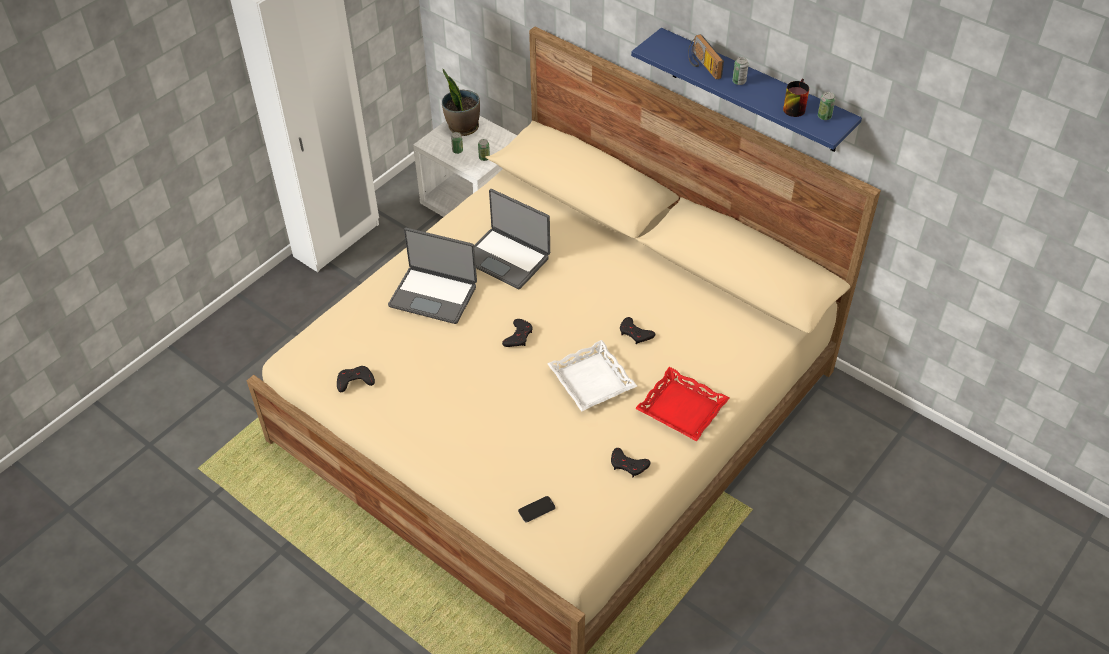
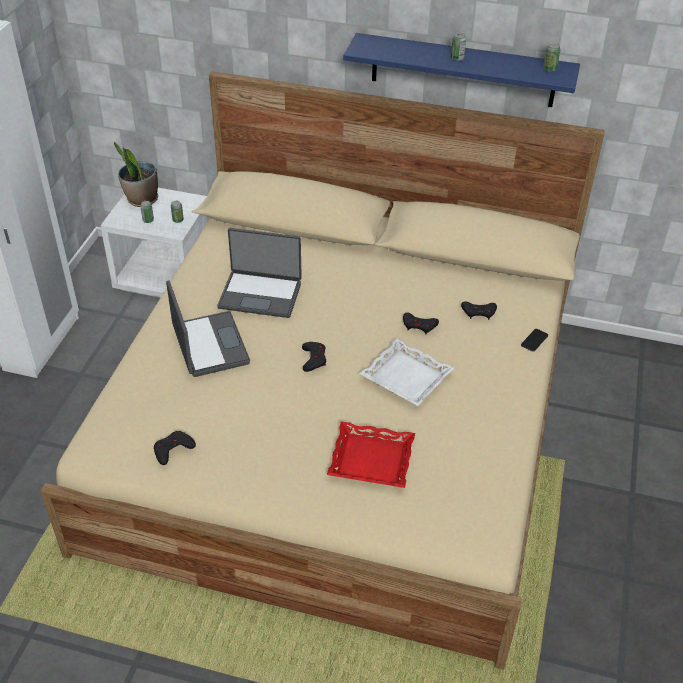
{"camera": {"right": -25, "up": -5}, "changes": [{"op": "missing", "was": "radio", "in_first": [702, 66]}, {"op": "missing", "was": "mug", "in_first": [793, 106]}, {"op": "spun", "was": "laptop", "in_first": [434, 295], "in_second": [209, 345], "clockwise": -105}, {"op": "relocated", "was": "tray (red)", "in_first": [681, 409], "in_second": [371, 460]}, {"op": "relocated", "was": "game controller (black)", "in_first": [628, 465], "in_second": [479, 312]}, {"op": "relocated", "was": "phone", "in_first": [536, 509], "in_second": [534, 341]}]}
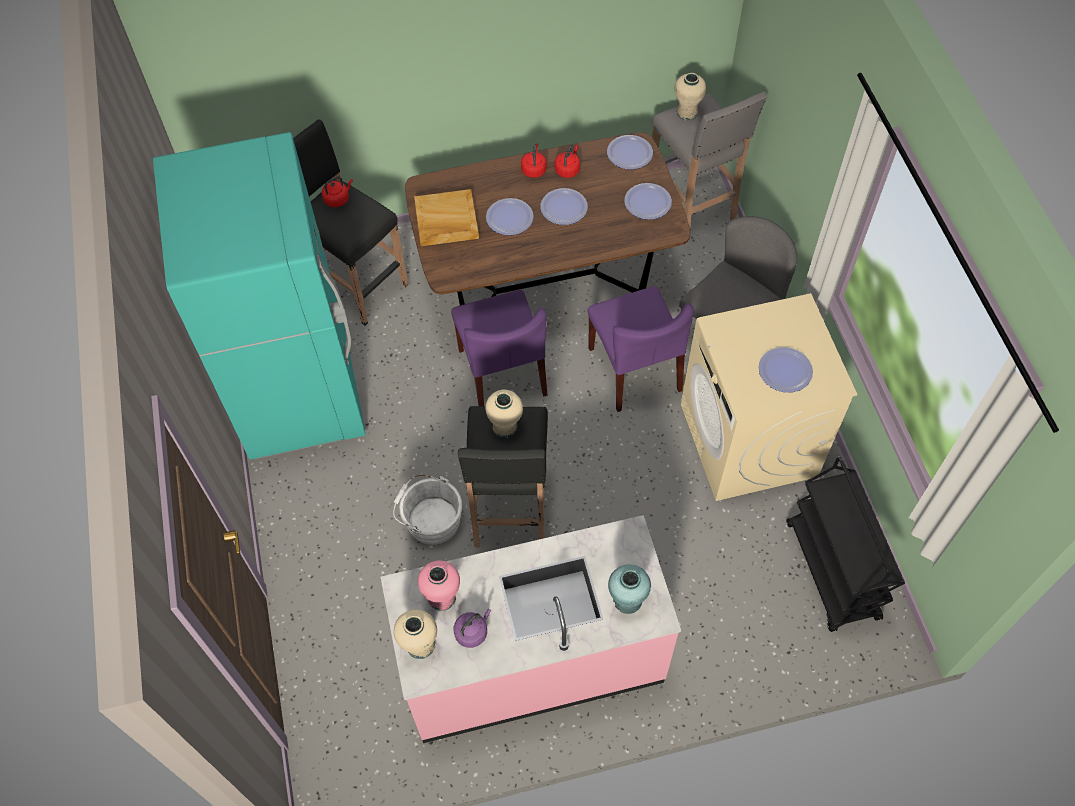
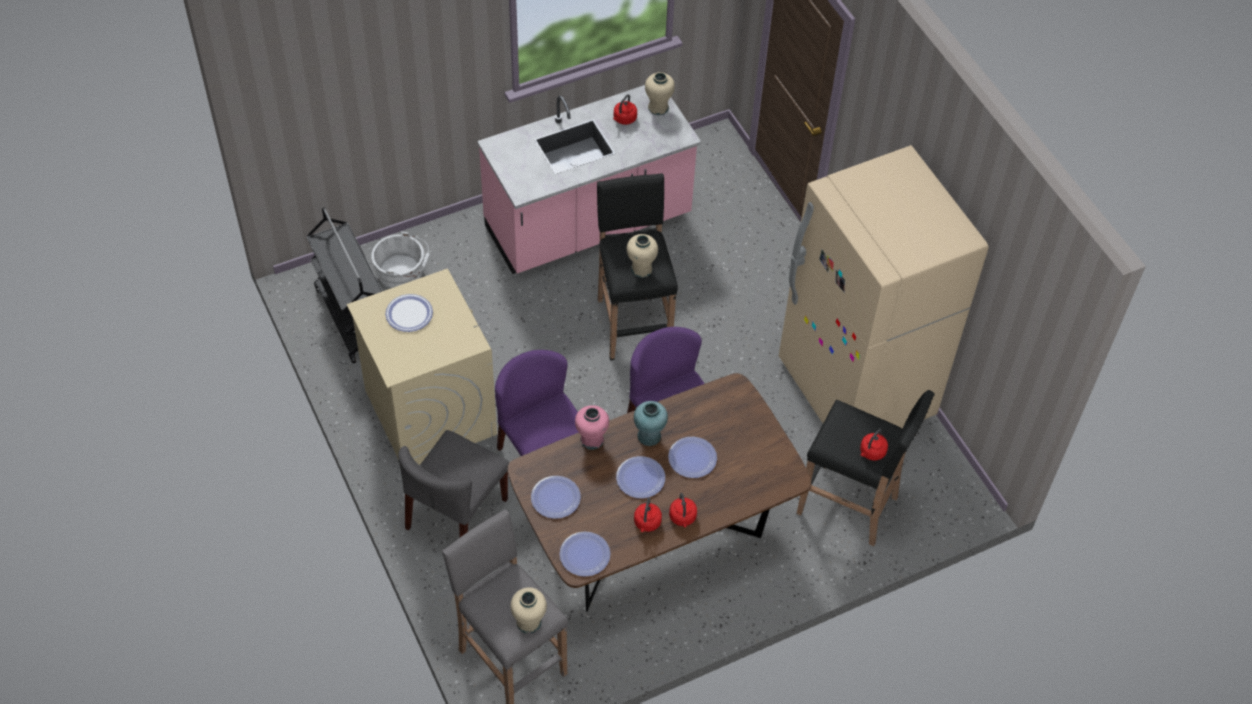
{"camera": {"right": 165, "up": -5}, "changes": [{"op": "colour", "was": "fridge (turquoise)", "now": "fridge (beige)", "in_first": [299, 393], "in_second": [855, 390]}, {"op": "missing", "was": "tray (beige)", "in_first": [446, 220]}, {"op": "relocated", "was": "bucket (white)", "in_first": [430, 519], "in_second": [403, 273]}, {"op": "relocated", "was": "vase (pink)", "in_first": [441, 597], "in_second": [592, 440]}, {"op": "relocated", "was": "vase (turquoise)", "in_first": [627, 601], "in_second": [649, 436]}, {"op": "colour", "was": "kettle (purple)", "now": "kettle (red)", "in_first": [472, 632], "in_second": [624, 119]}]}
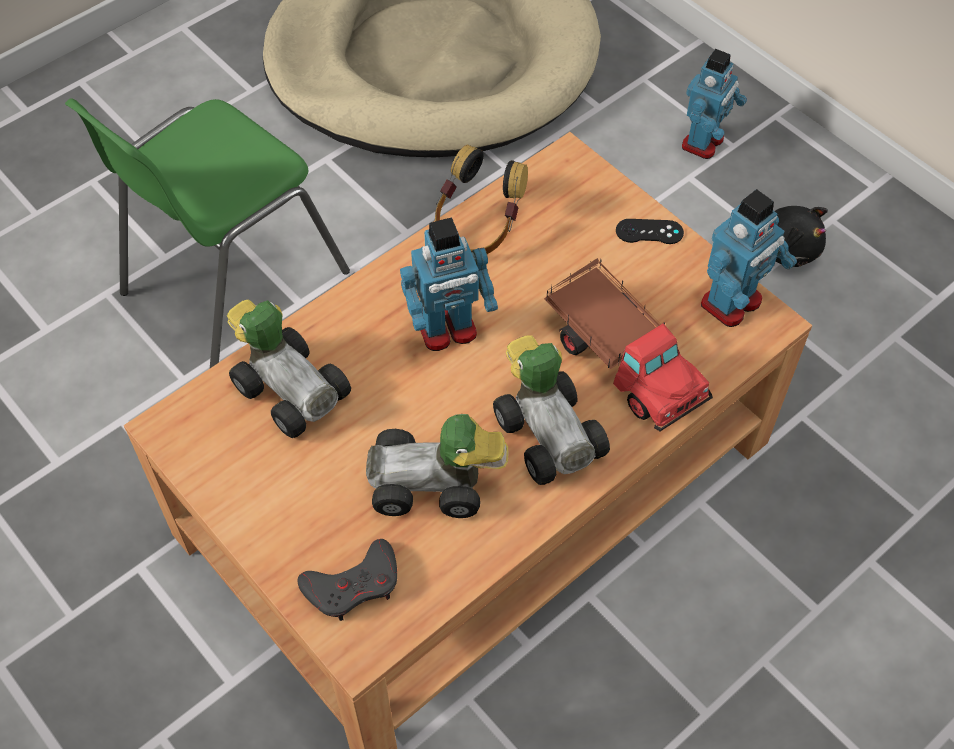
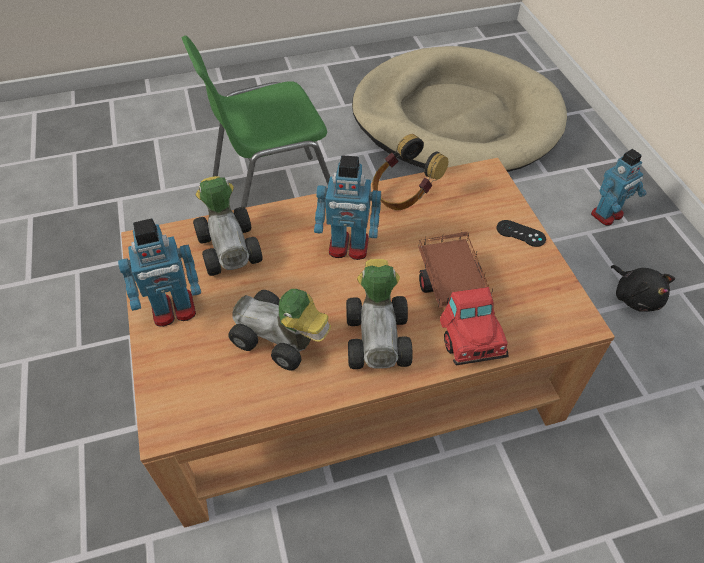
{"camera": {"right": 25, "up": -5}, "changes": [{"op": "relocated", "was": "toy robot", "in_first": [732, 303], "in_second": [174, 310]}, {"op": "missing", "was": "game controller (grey)", "in_first": [353, 585]}]}
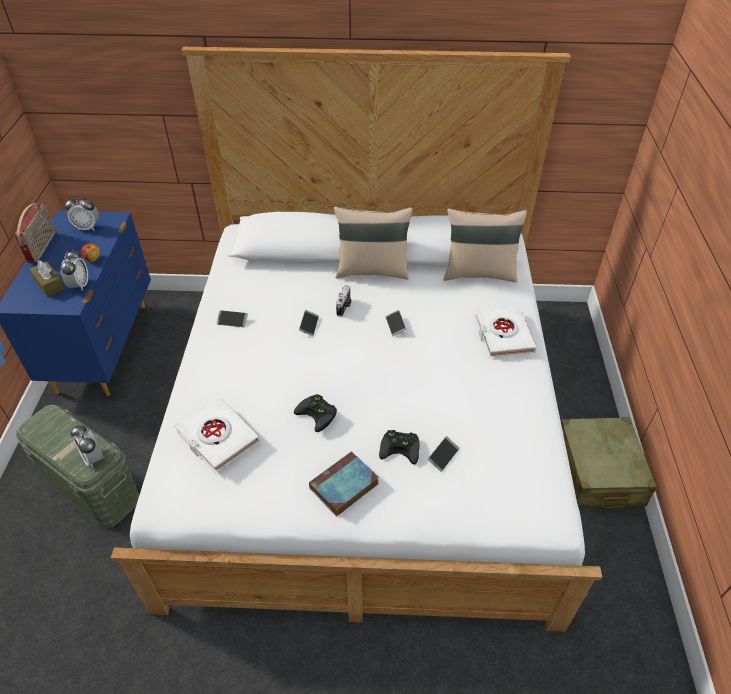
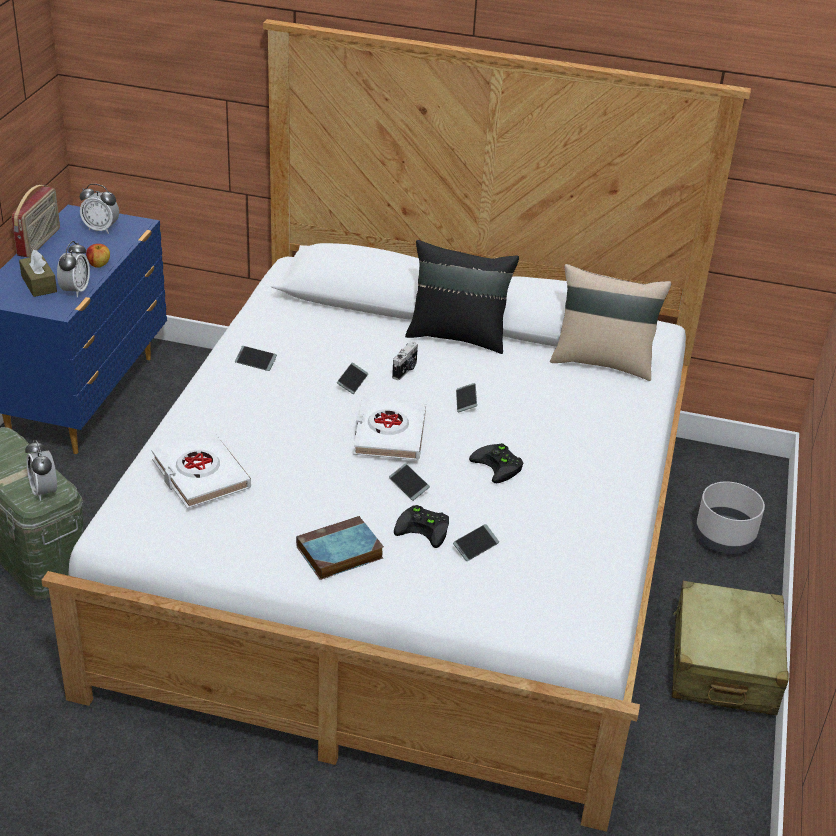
{"camera": {"right": 10, "up": -10}, "changes": [{"op": "colour", "was": "pillow (beige)", "now": "pillow (black)", "in_first": [372, 270], "in_second": [457, 336]}, {"op": "relocated", "was": "book (white)", "in_first": [503, 334], "in_second": [389, 434]}, {"op": "relocated", "was": "game controller (black)", "in_first": [318, 414], "in_second": [500, 466]}, {"op": "appeared", "now": "phone", "in_second": [408, 486]}, {"op": "appeared", "now": "planter (grey)", "in_second": [725, 538]}]}
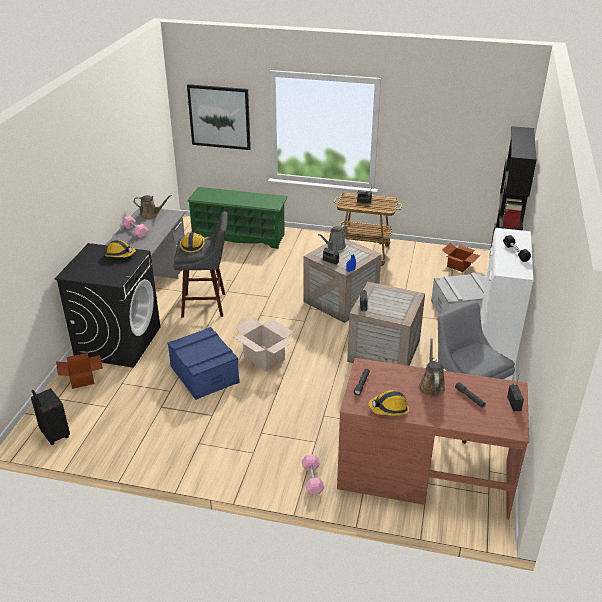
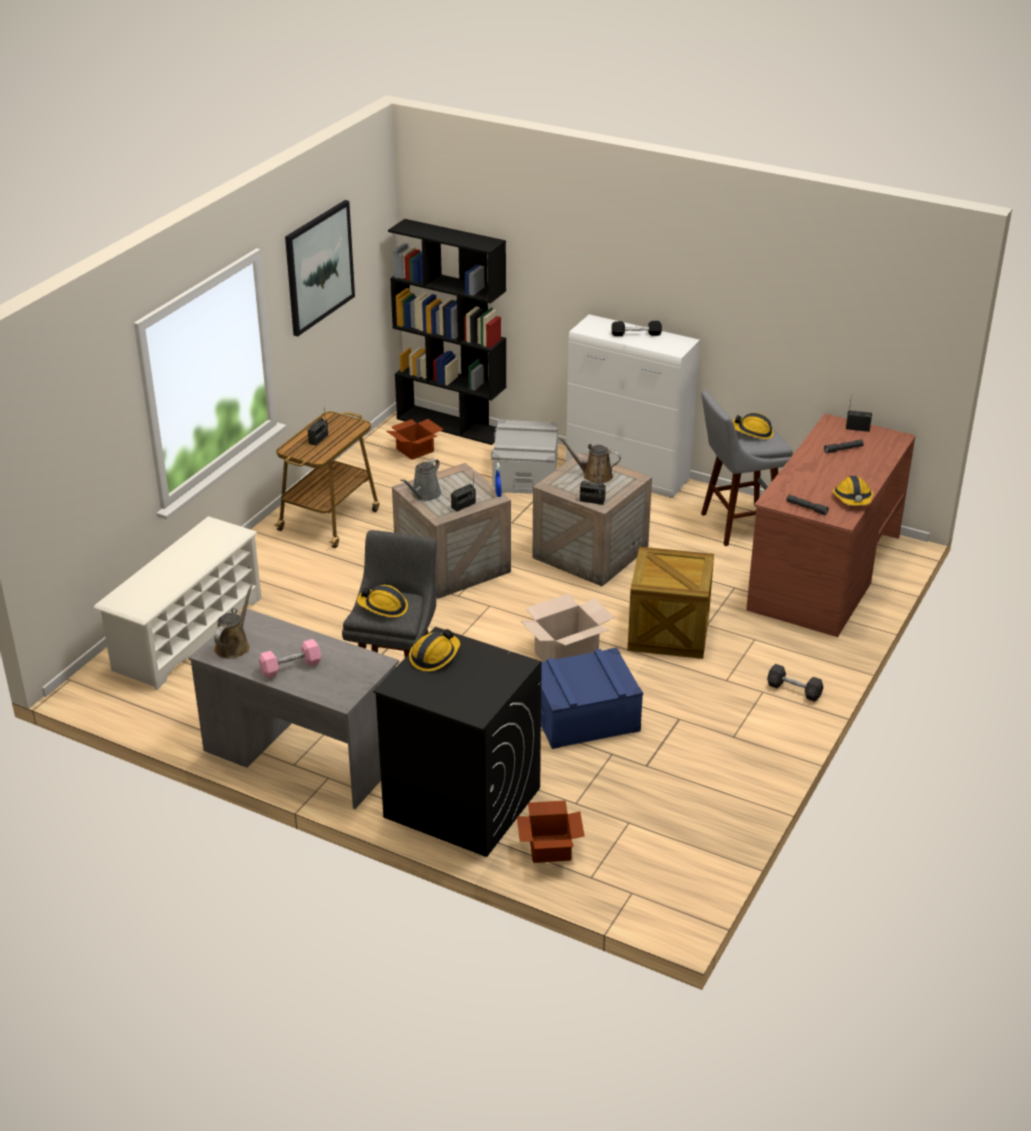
{"camera": {"right": -75, "up": 0}, "changes": [{"op": "relocated", "was": "picture", "in_first": [219, 117], "in_second": [319, 267]}, {"op": "colour", "was": "shoe rack (green)", "now": "shoe rack (white)", "in_first": [239, 236], "in_second": [187, 634]}, {"op": "spun", "was": "watering can (grey)", "in_first": [335, 247], "in_second": [424, 495], "clockwise": 60}, {"op": "relocated", "was": "watering can (brown)", "in_first": [431, 385], "in_second": [594, 475]}, {"op": "missing", "was": "suitcase (black)", "in_first": [54, 435]}, {"op": "missing", "was": "dumbbell (pink)", "in_first": [312, 479]}, {"op": "appeared", "now": "hard hat", "in_second": [752, 432]}, {"op": "appeared", "now": "crate", "in_second": [668, 632]}, {"op": "appeared", "now": "dumbbell (grey)", "in_second": [794, 690]}]}
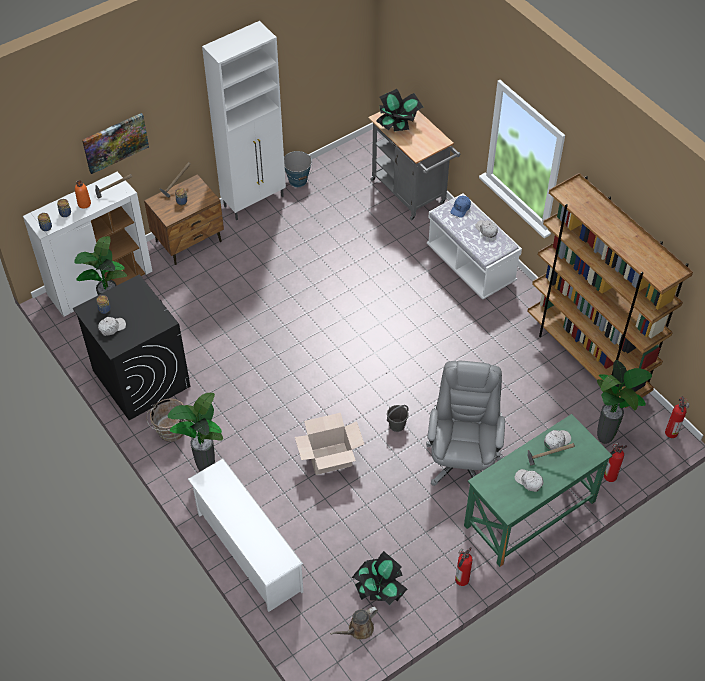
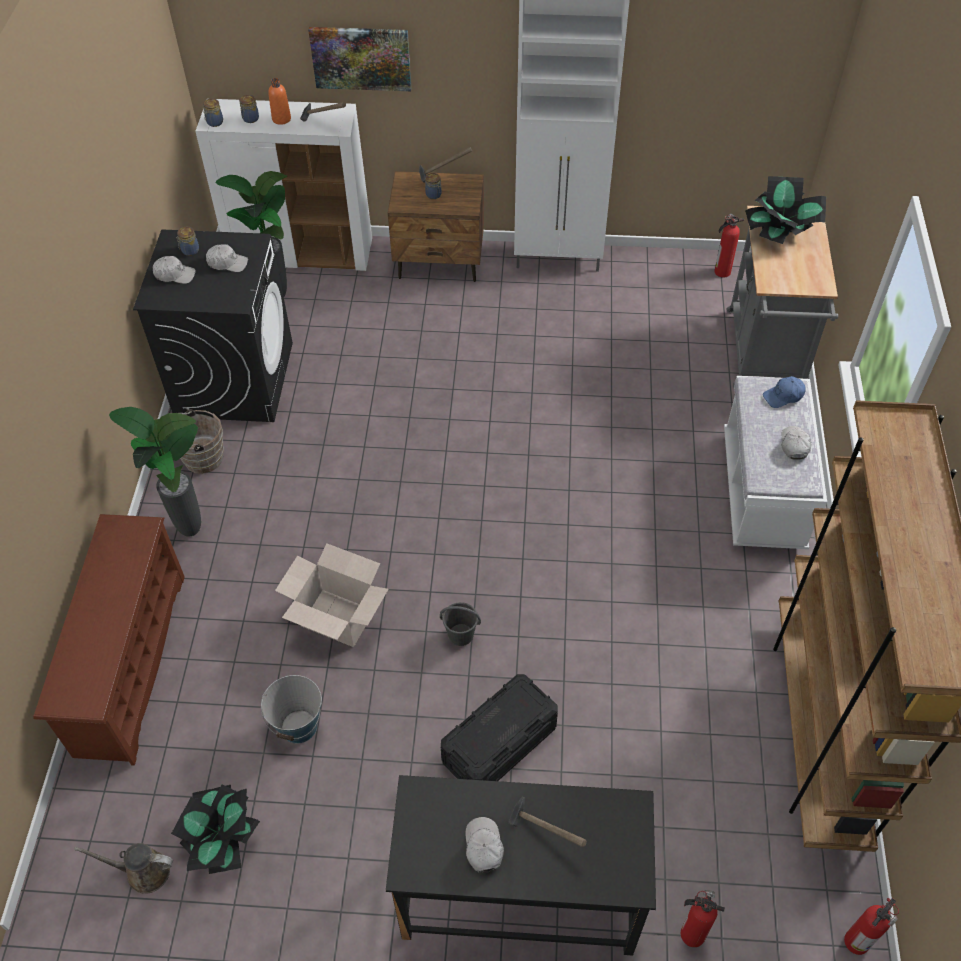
{"camera": {"right": 40, "up": 0}, "changes": [{"op": "relocated", "was": "bucket", "in_first": [298, 180], "in_second": [299, 726]}, {"op": "exchanged", "was": "office chair (grey)", "now": "storage box (black)", "in_first": [462, 460], "in_second": [499, 744]}, {"op": "missing", "was": "potted plant", "in_first": [605, 440]}, {"op": "colour", "was": "desk (green)", "now": "desk (black)", "in_first": [530, 514], "in_second": [519, 896]}, {"op": "relocated", "was": "cap (white)", "in_first": [556, 441], "in_second": [227, 263]}, {"op": "colour", "was": "shoe rack (white)", "now": "shoe rack (brown)", "in_first": [247, 552], "in_second": [129, 663]}, {"op": "relocated", "was": "fire extinguisher", "in_first": [461, 580], "in_second": [721, 272]}]}
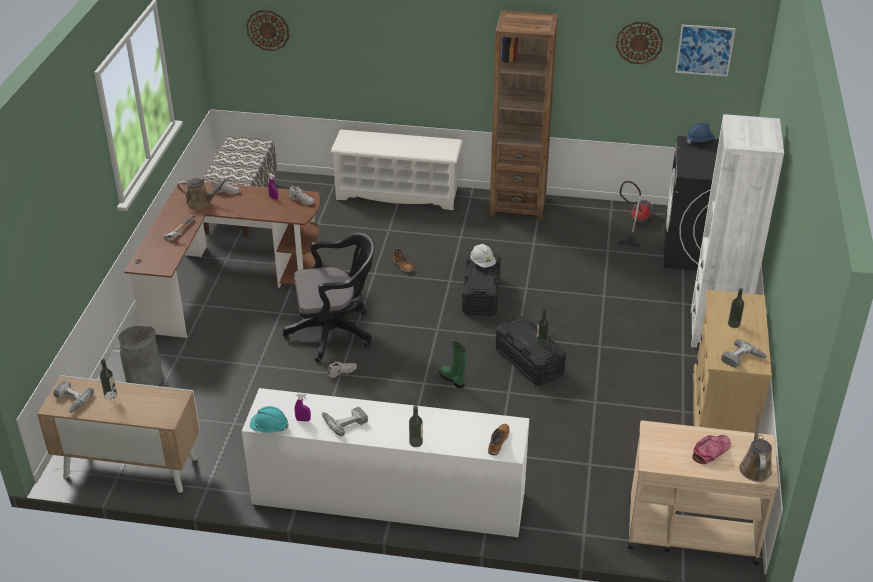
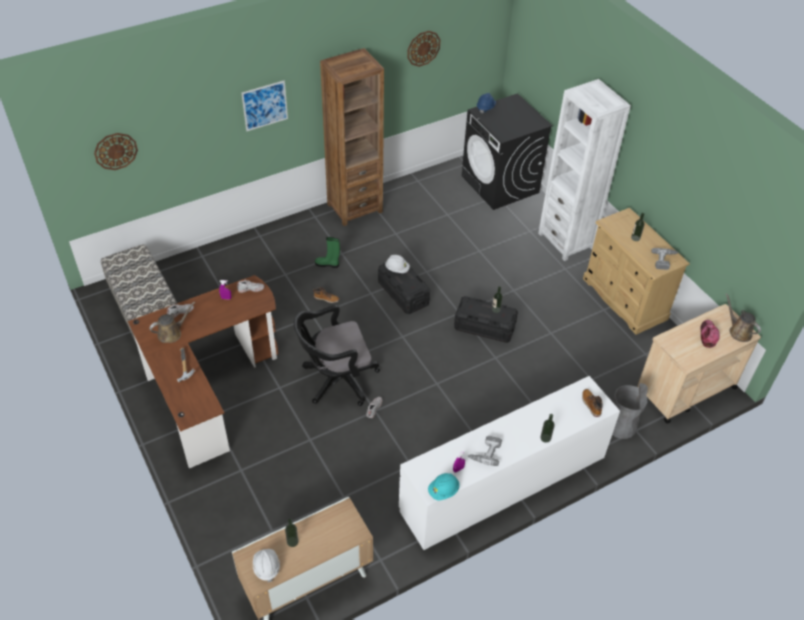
{"camera": {"right": -40, "up": 10}, "changes": [{"op": "relocated", "was": "picture", "in_first": [704, 50], "in_second": [265, 105]}, {"op": "missing", "was": "shoe rack (white)", "in_first": [398, 193]}, {"op": "missing", "was": "vacuum cleaner", "in_first": [636, 224]}, {"op": "spun", "was": "office chair (black)", "in_first": [335, 332], "in_second": [336, 380], "clockwise": -150}, {"op": "relocated", "was": "trash can (grey)", "in_first": [144, 379], "in_second": [621, 425]}, {"op": "relocated", "was": "boot (green)", "in_first": [453, 379], "in_second": [327, 264]}, {"op": "exchanged", "was": "power drill", "now": "hard hat (white)", "in_first": [70, 400], "in_second": [266, 567]}]}
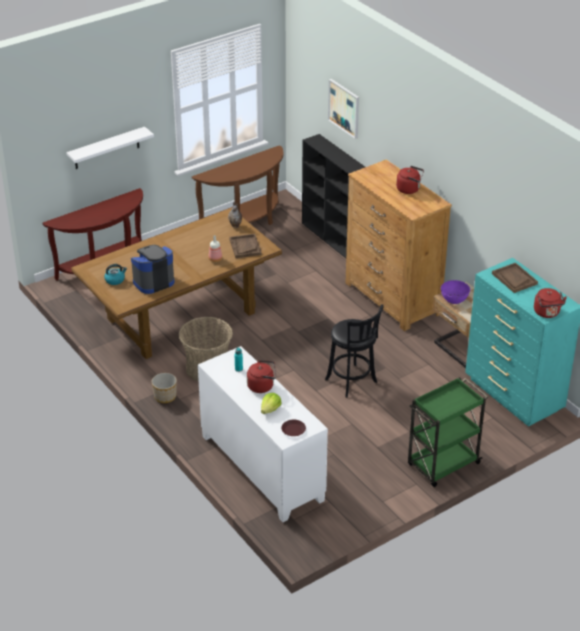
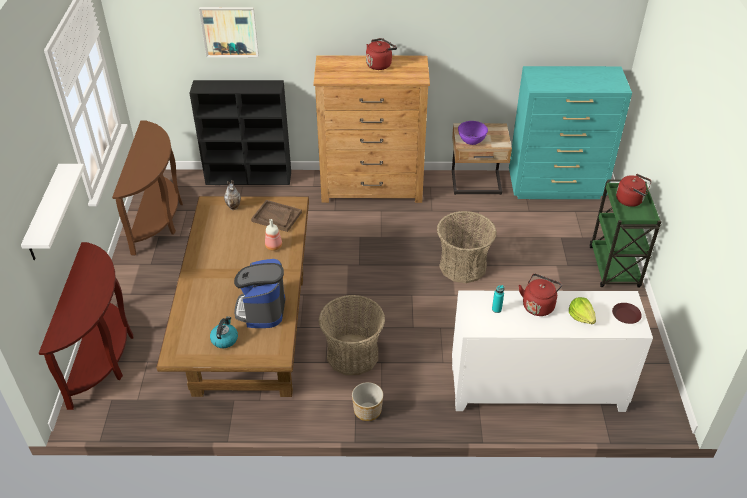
{"camera": {"right": -55, "up": 5}, "changes": [{"op": "missing", "was": "tray (brown)", "in_first": [514, 279]}, {"op": "relocated", "was": "kettle (red)", "in_first": [547, 313], "in_second": [631, 200]}, {"op": "exchanged", "was": "stool (black)", "now": "basket", "in_first": [352, 382], "in_second": [463, 266]}]}
